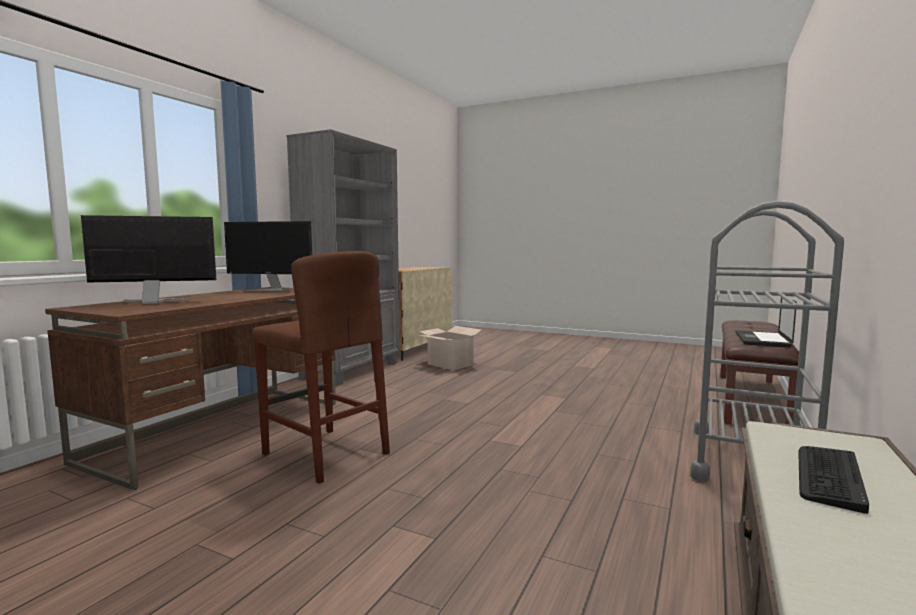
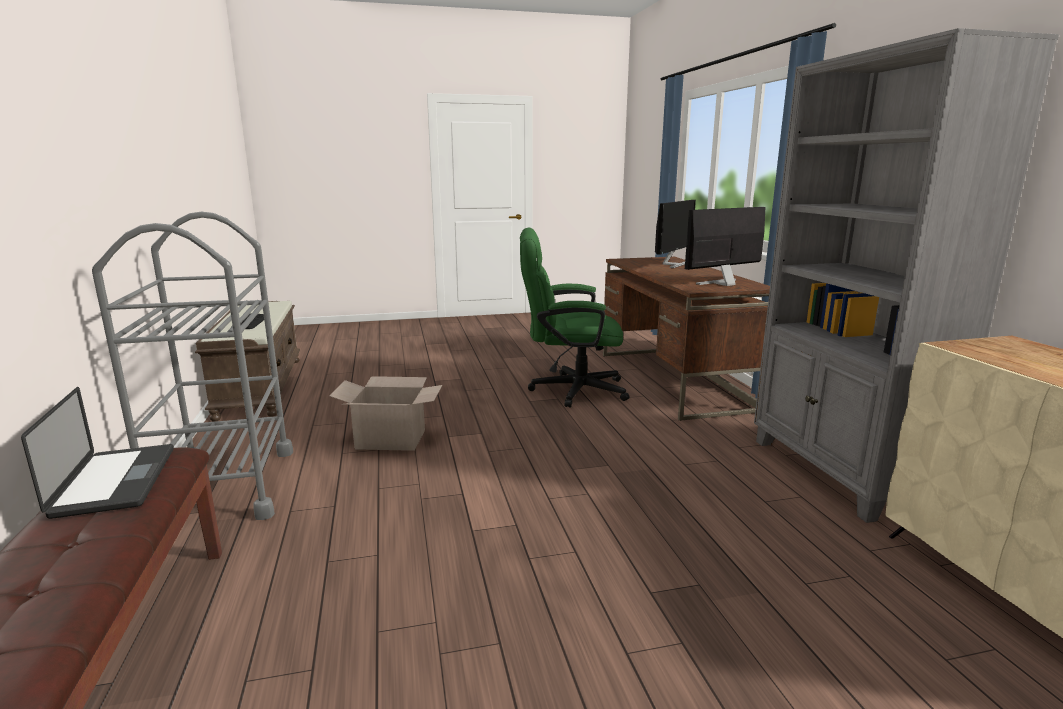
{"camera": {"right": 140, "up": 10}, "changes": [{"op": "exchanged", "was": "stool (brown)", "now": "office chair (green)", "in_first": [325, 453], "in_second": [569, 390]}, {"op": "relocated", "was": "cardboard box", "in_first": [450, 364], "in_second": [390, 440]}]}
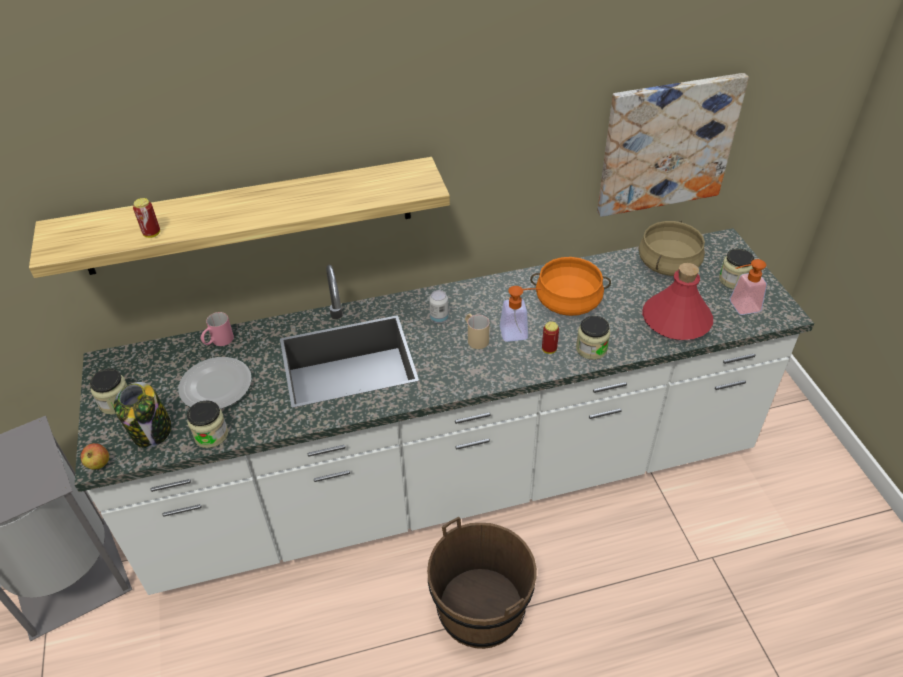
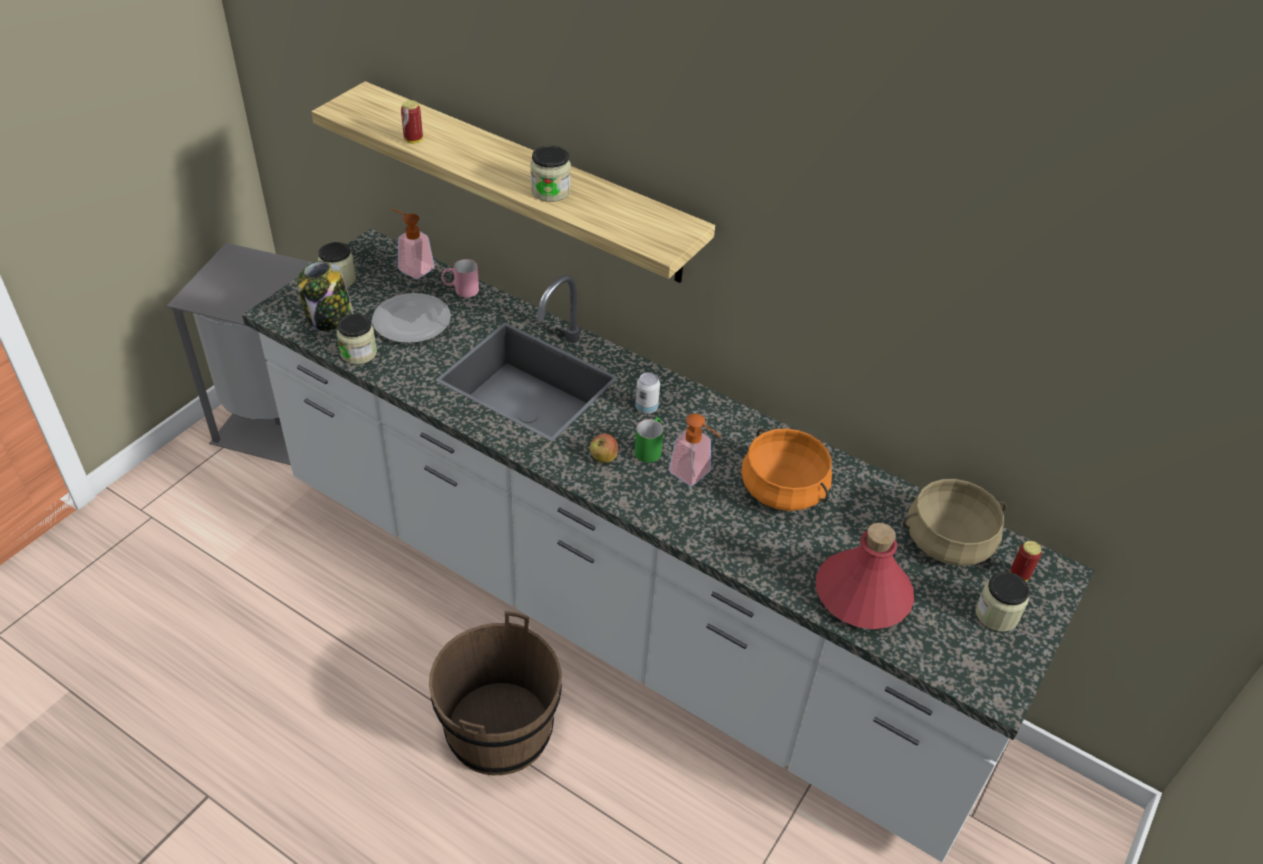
{"camera": {"right": 45, "up": 0}, "changes": [{"op": "missing", "was": "picture", "in_first": [666, 144]}, {"op": "relocated", "was": "soap dispenser", "in_first": [739, 307], "in_second": [412, 267]}, {"op": "colour", "was": "mug (beige)", "now": "mug (green)", "in_first": [475, 338], "in_second": [650, 448]}, {"op": "relocated", "was": "jar", "in_first": [591, 349], "in_second": [550, 191]}, {"op": "relocated", "was": "can", "in_first": [549, 349], "in_second": [1019, 575]}, {"op": "relocated", "was": "apple", "in_first": [99, 464], "in_second": [603, 457]}]}
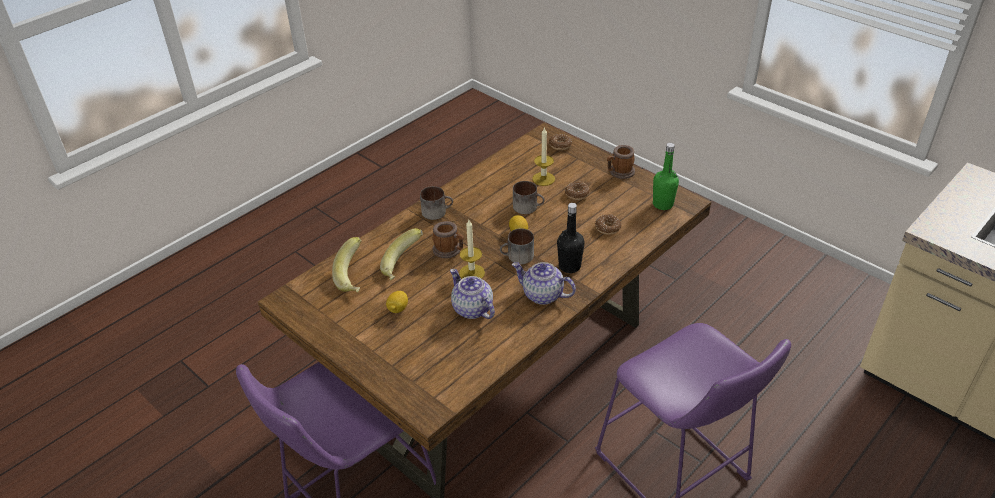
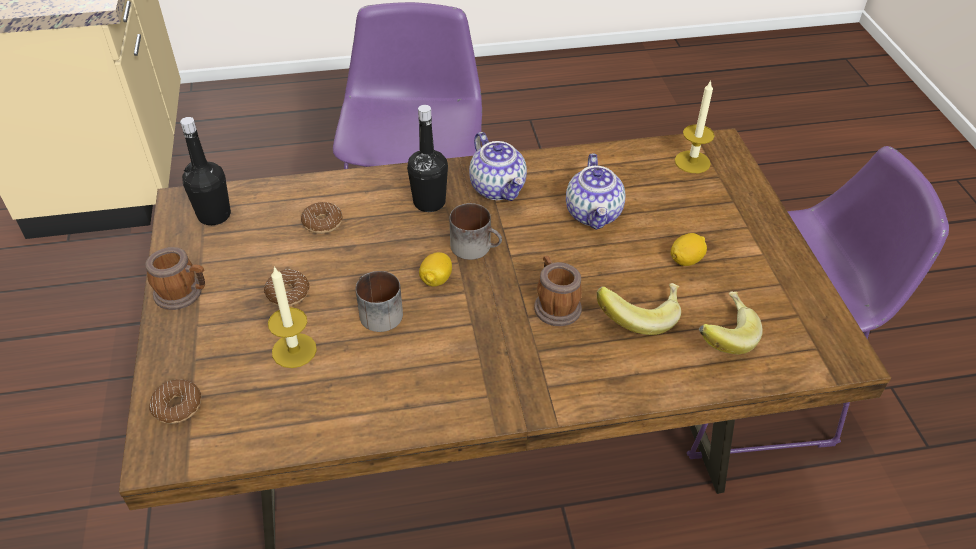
{"camera": {"right": -145, "up": 5}, "changes": [{"op": "colour", "was": "bottle (green)", "now": "bottle (black)", "in_first": [663, 204], "in_second": [214, 215]}, {"op": "missing", "was": "mug", "in_first": [437, 211]}, {"op": "relocated", "was": "candle", "in_first": [472, 273], "in_second": [692, 162]}]}
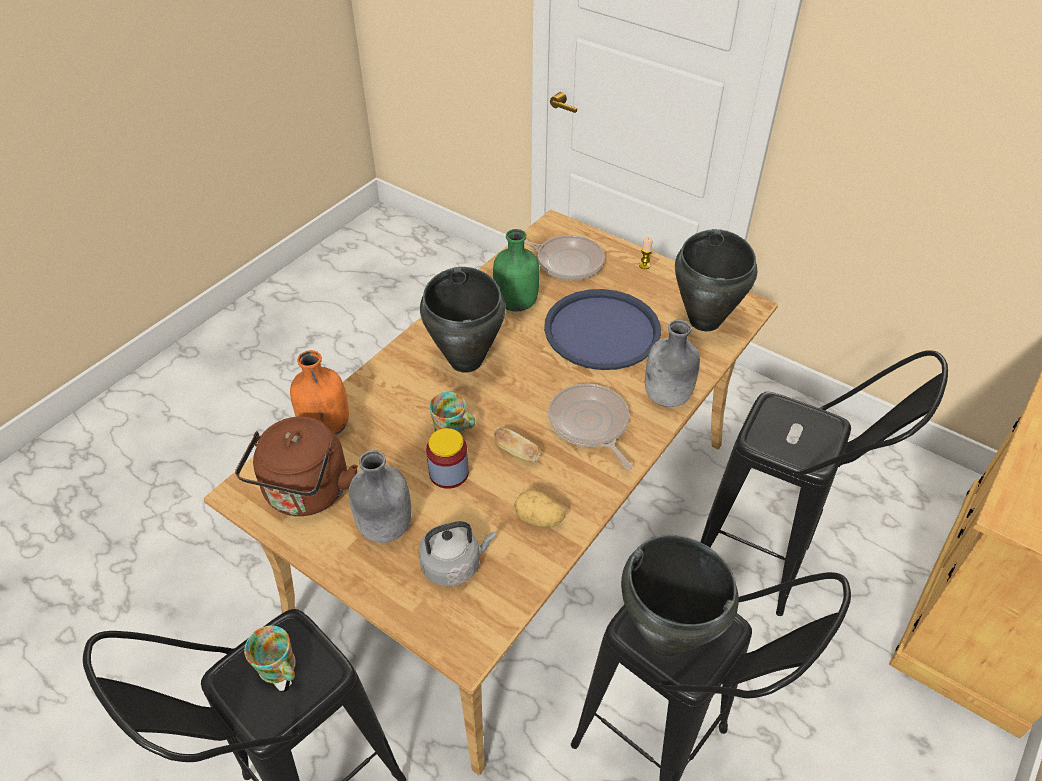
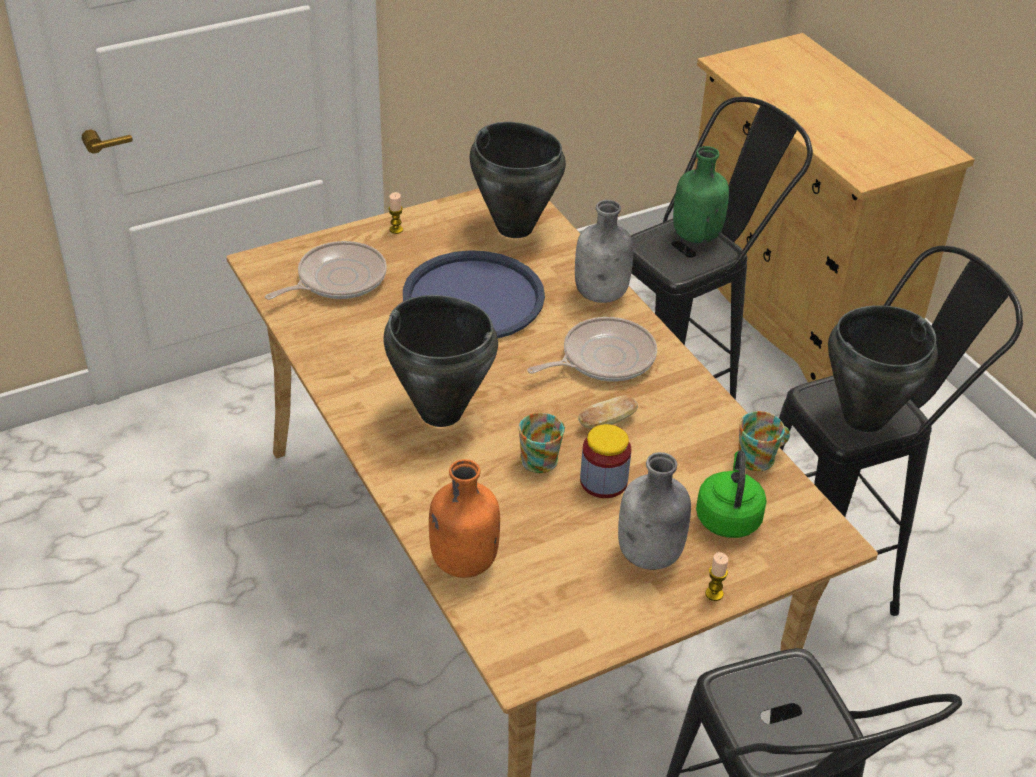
{"camera": {"right": -65, "up": -5}, "changes": [{"op": "relocated", "was": "bottle (green)", "in_first": [516, 303], "in_second": [695, 235]}, {"op": "spun", "was": "frying pan", "in_first": [590, 424], "in_second": [603, 358], "clockwise": 150}, {"op": "missing", "was": "kettle (brown)", "in_first": [306, 494]}, {"op": "missing", "was": "potato", "in_first": [539, 519]}, {"op": "colour", "was": "kettle (grey)", "now": "kettle (green)", "in_first": [454, 564], "in_second": [728, 517]}, {"op": "relocated", "was": "mug", "in_first": [279, 670], "in_second": [761, 457]}, {"op": "appeared", "now": "candle", "in_second": [714, 594]}]}
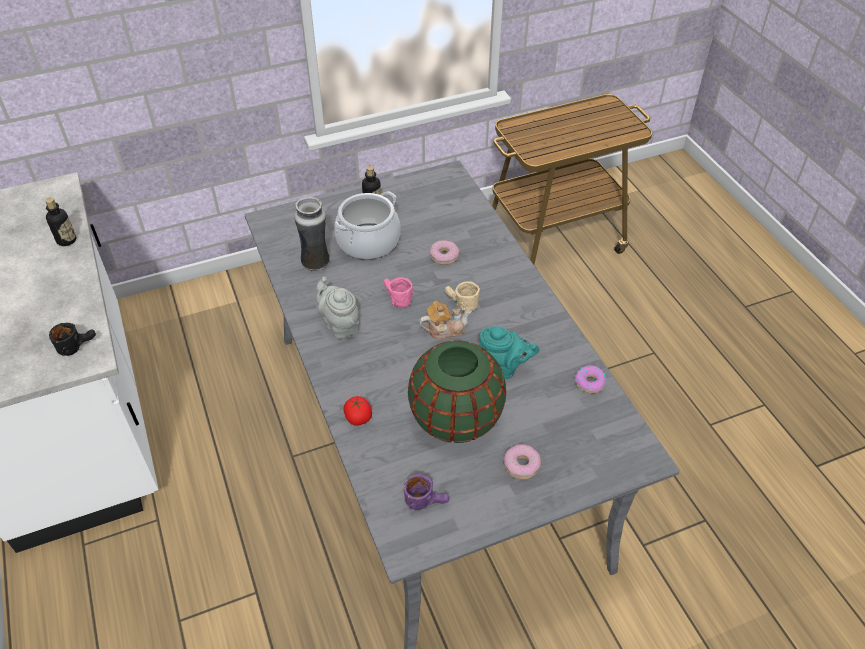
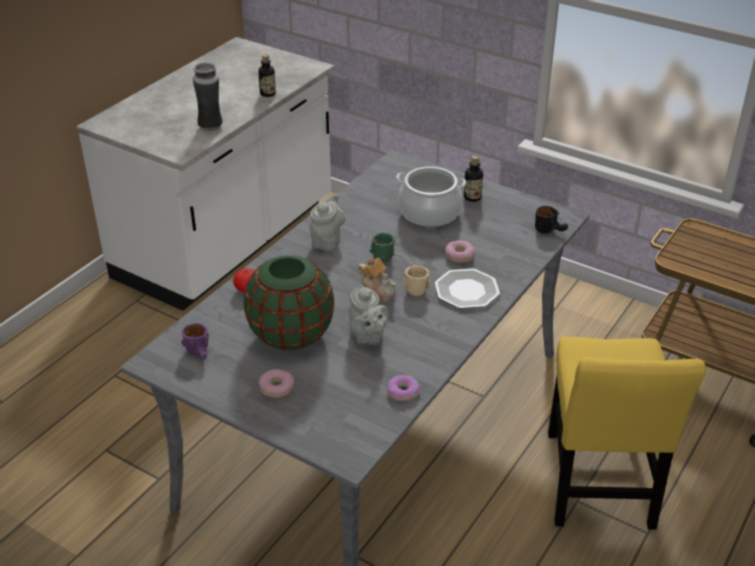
{"camera": {"right": 55, "up": -10}, "changes": [{"op": "relocated", "was": "vase", "in_first": [316, 263], "in_second": [211, 127]}, {"op": "colour", "was": "mug (pink)", "now": "mug (green)", "in_first": [395, 299], "in_second": [383, 253]}, {"op": "relocated", "was": "mug (black)", "in_first": [77, 345], "in_second": [550, 230]}, {"op": "colour", "was": "teapot (turquoise)", "now": "teapot (grey)", "in_first": [502, 368], "in_second": [367, 337]}, {"op": "appeared", "now": "plate", "in_second": [466, 290]}, {"op": "appeared", "now": "chair (yellow)", "in_second": [598, 485]}]}
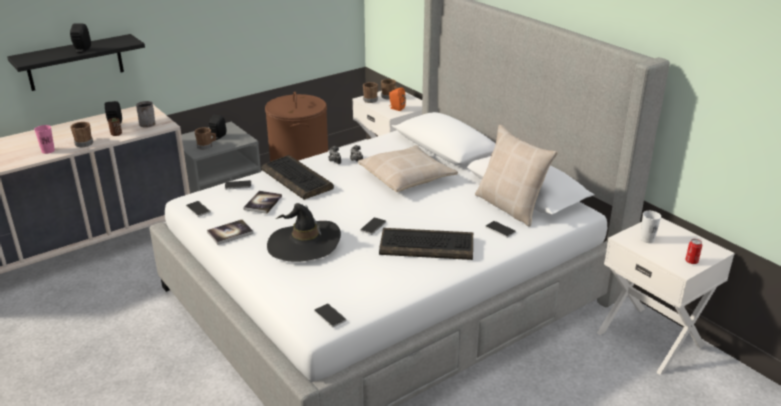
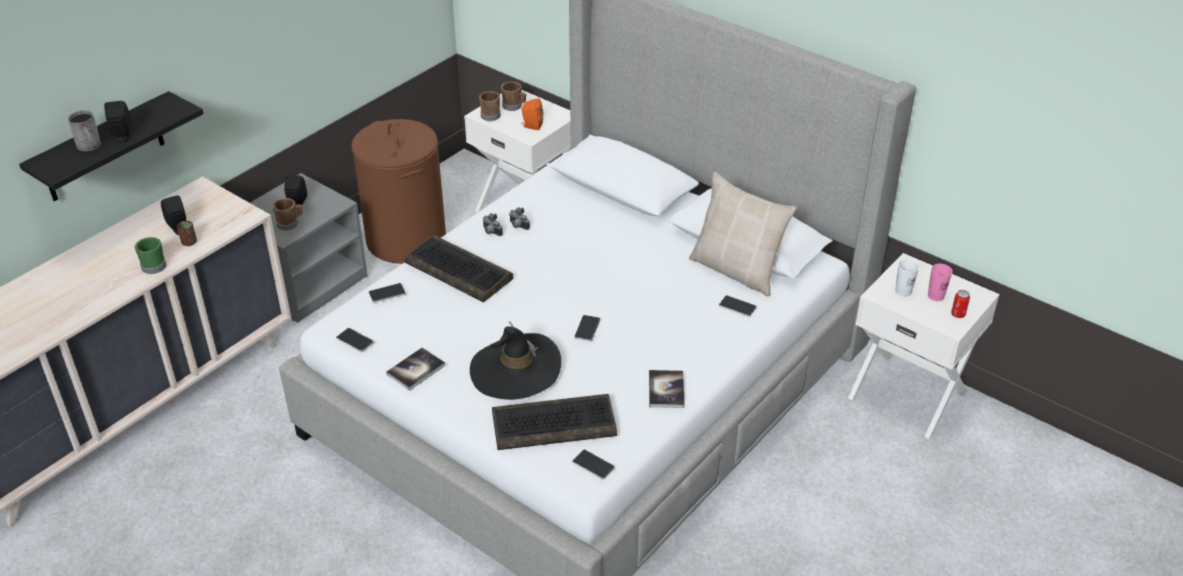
{"camera": {"right": -15, "up": 10}, "changes": [{"op": "relocated", "was": "mug (grey)", "in_first": [147, 125], "in_second": [90, 146]}, {"op": "colour", "was": "mug (brown)", "now": "mug (green)", "in_first": [84, 142], "in_second": [153, 265]}, {"op": "relocated", "was": "cup (pink)", "in_first": [48, 151], "in_second": [936, 296]}, {"op": "missing", "was": "pillow (beige)", "in_first": [407, 177]}, {"op": "relocated", "was": "book", "in_first": [263, 203], "in_second": [666, 390]}, {"op": "relocated", "was": "keyboard", "in_first": [427, 246], "in_second": [555, 423]}]}
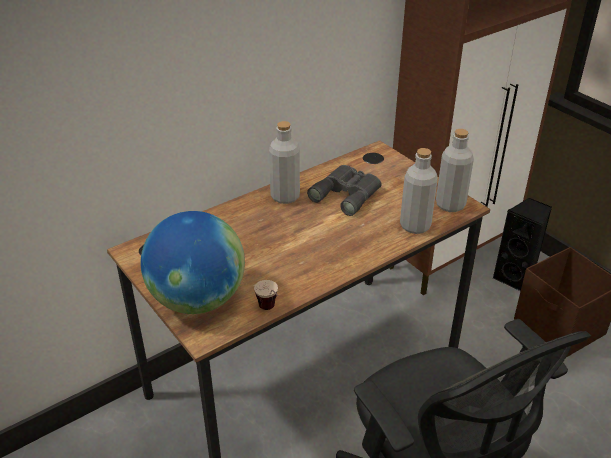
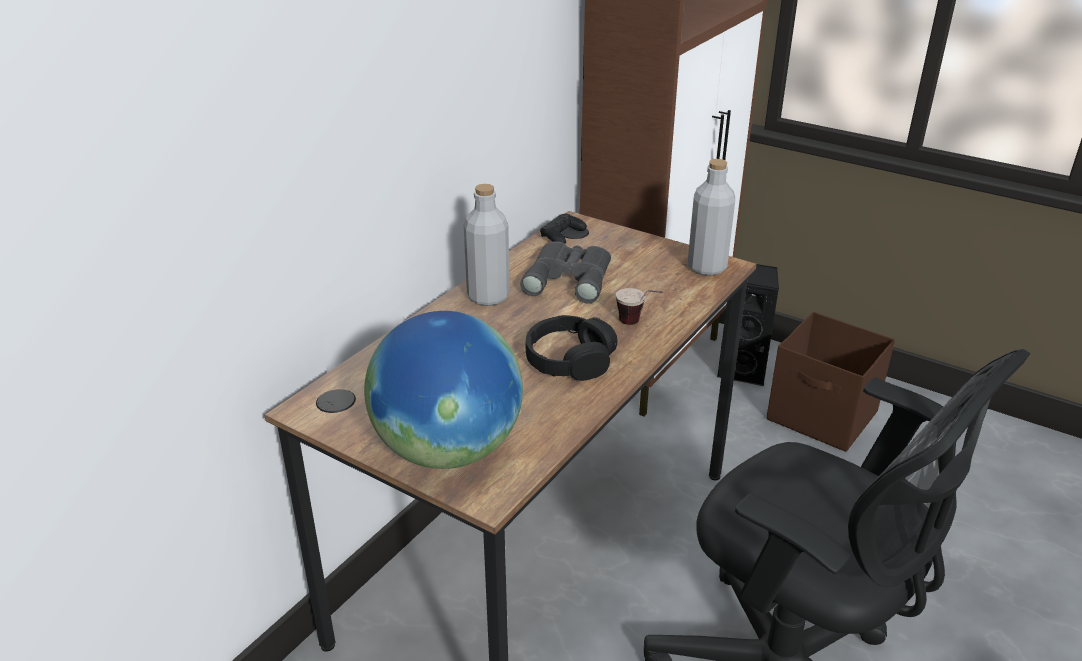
{"camera": {"right": -20, "up": -5}, "changes": [{"op": "missing", "was": "bottle (grey)", "in_first": [415, 226]}, {"op": "relocated", "was": "cup", "in_first": [270, 311], "in_second": [638, 325]}, {"op": "appeared", "now": "game controller (black)", "in_second": [562, 235]}, {"op": "appeared", "now": "headphones (black)", "in_second": [569, 360]}]}
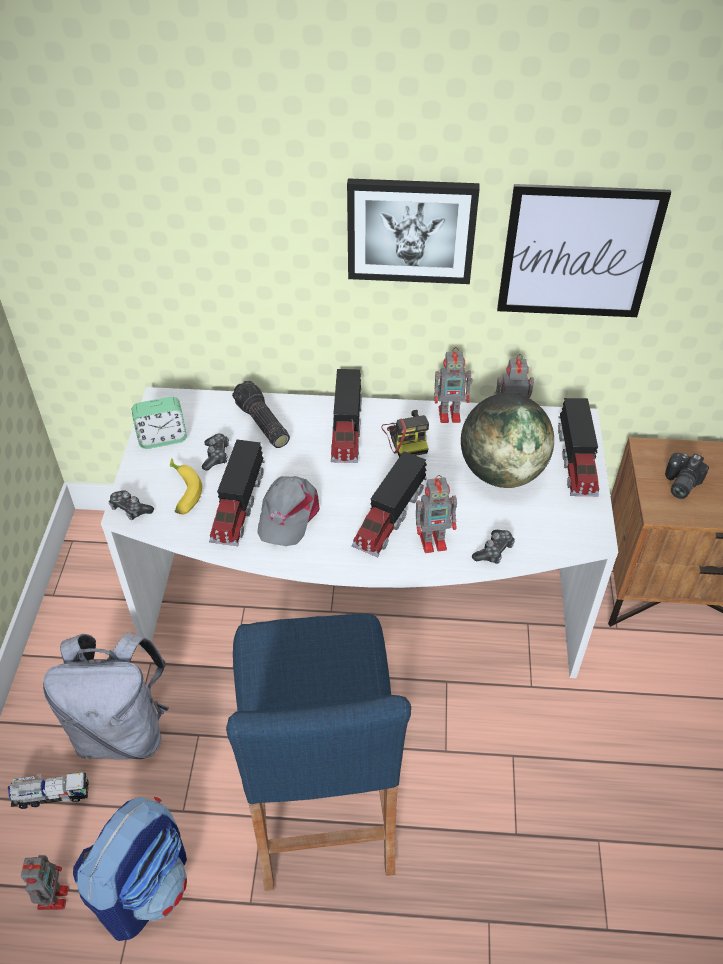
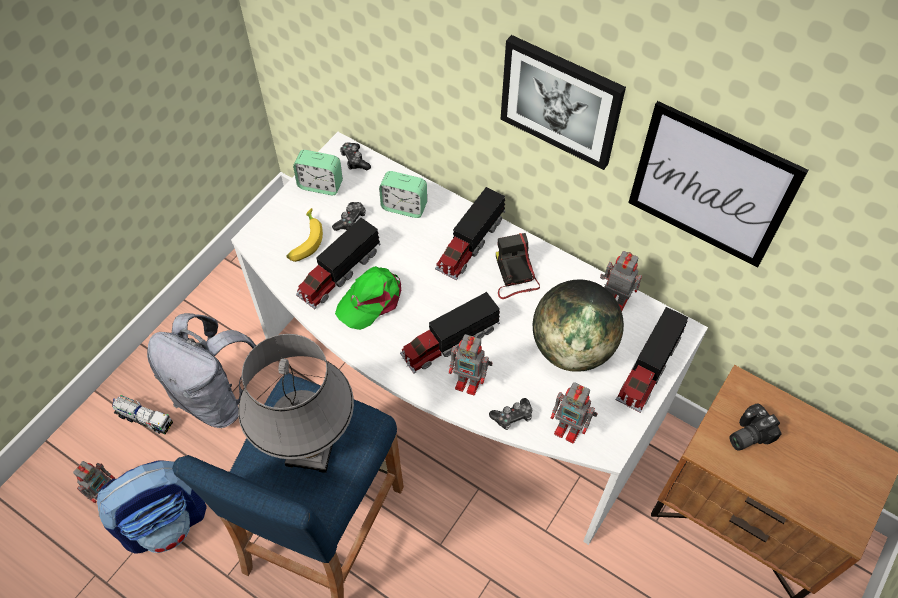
{"camera": {"right": 30, "up": 10}, "changes": [{"op": "relocated", "was": "toy robot", "in_first": [451, 414], "in_second": [570, 429]}, {"op": "exchanged", "was": "flashlight", "now": "alarm clock", "in_first": [261, 424], "in_second": [404, 207]}, {"op": "spun", "was": "photo camera", "in_first": [407, 437], "in_second": [514, 275], "clockwise": 150}, {"op": "colour", "was": "cap (grey)", "now": "cap (green)", "in_first": [288, 514], "in_second": [371, 300]}, {"op": "relocated", "was": "game controller", "in_first": [130, 509], "in_second": [354, 160]}, {"op": "appeared", "now": "table lamp (grey)", "in_second": [310, 449]}]}
